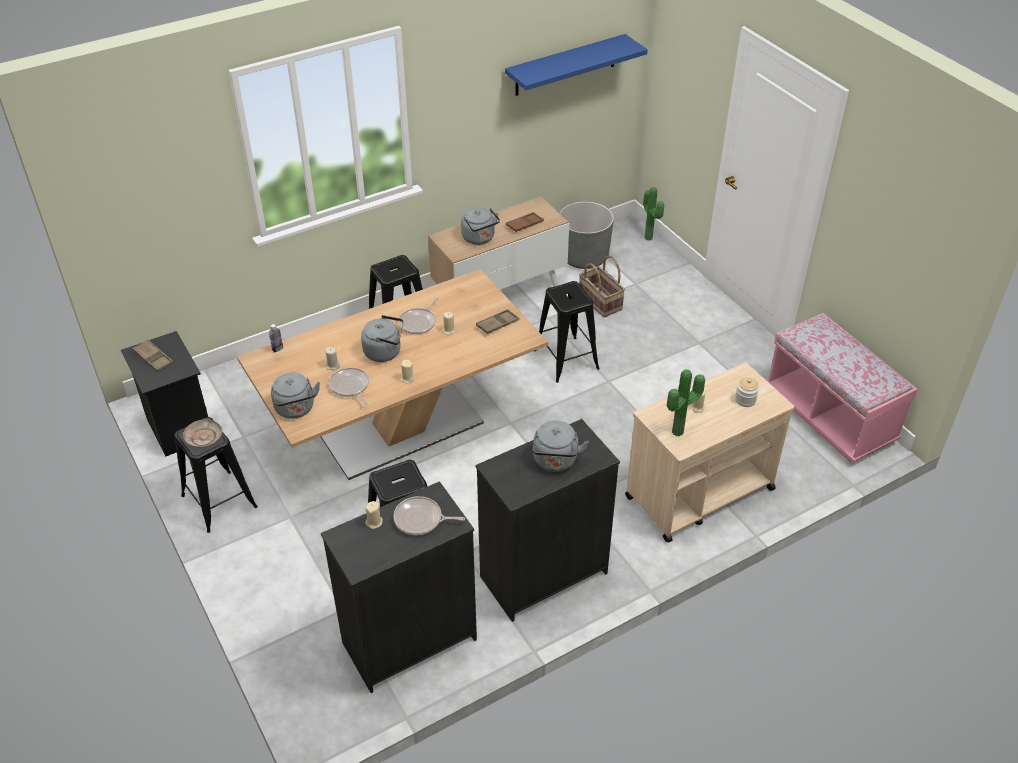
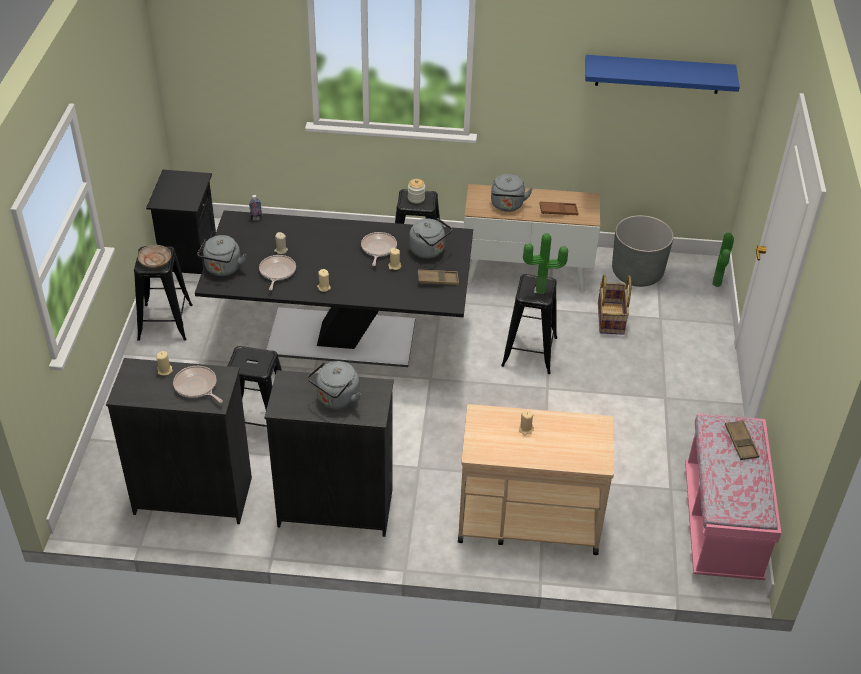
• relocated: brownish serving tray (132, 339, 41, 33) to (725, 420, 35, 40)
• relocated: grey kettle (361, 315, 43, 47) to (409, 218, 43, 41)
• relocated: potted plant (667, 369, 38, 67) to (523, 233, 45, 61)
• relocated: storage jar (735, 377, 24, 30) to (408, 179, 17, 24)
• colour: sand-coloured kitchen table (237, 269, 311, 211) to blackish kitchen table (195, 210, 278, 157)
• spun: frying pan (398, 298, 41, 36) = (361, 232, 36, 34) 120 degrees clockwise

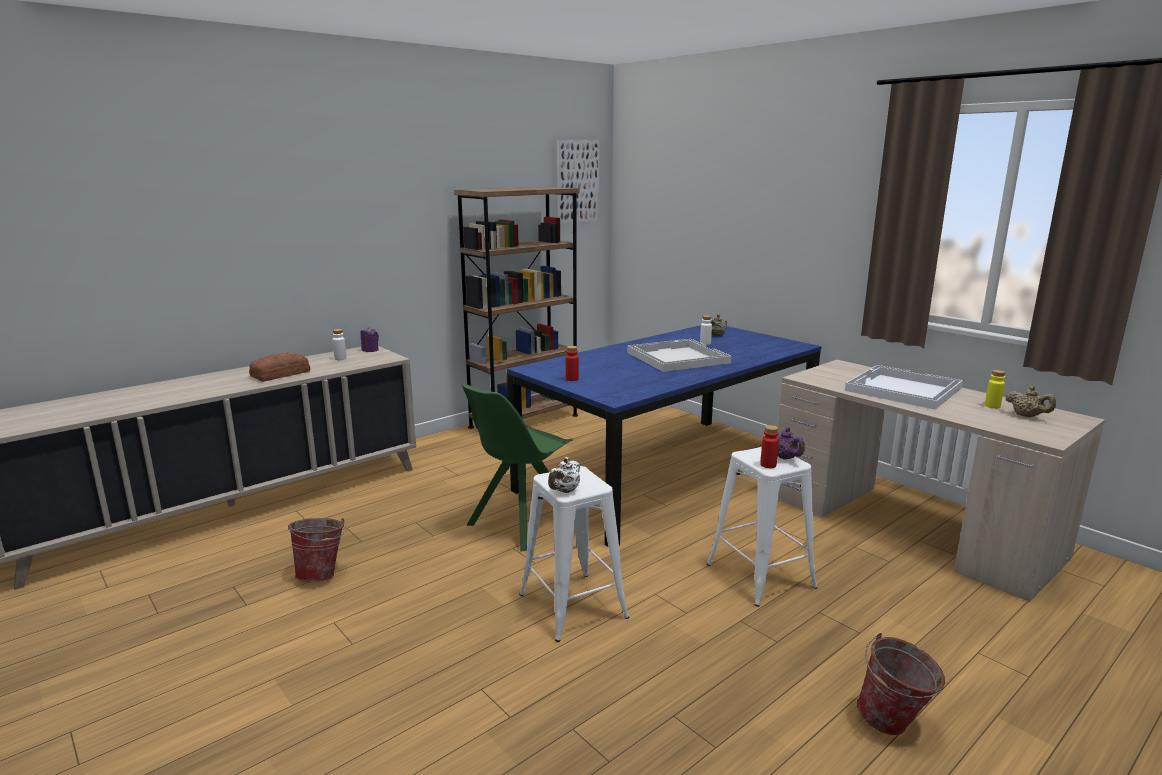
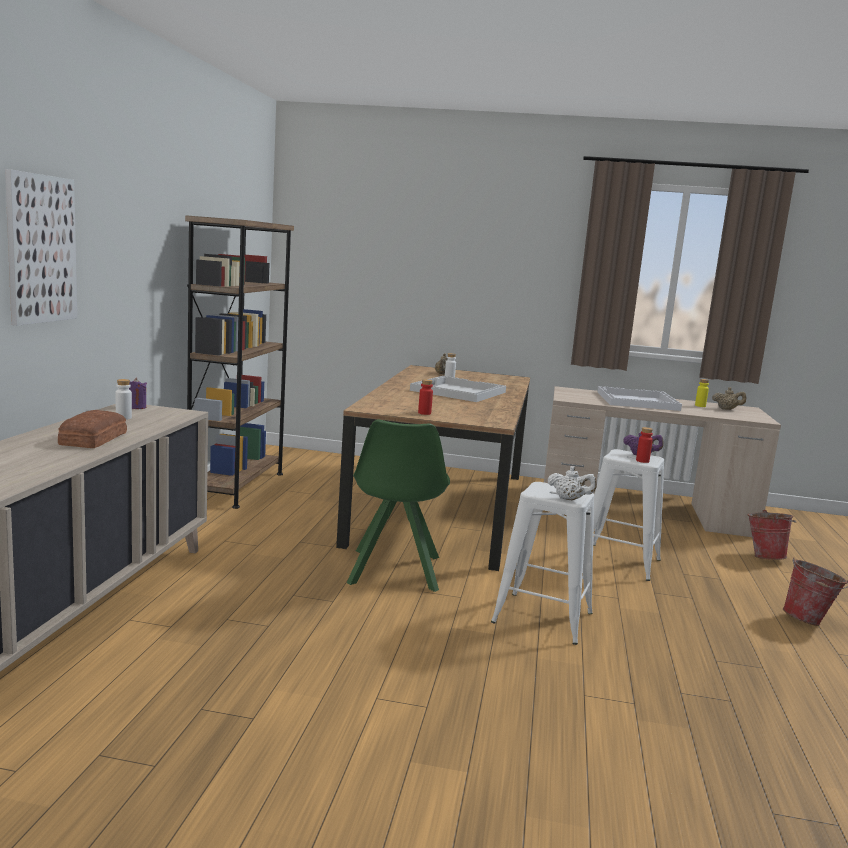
• relocated: water bucket (288, 518, 59, 64) to (747, 510, 49, 50)
• relocated: wall art (557, 140, 42, 84) to (5, 169, 72, 157)
• colour: blue kitchen table (507, 325, 315, 222) to brownish kitchen table (336, 365, 194, 206)
• spun: white-coloured teapot (548, 457, 32, 36) = (548, 466, 49, 34) 60 degrees counterclockwise

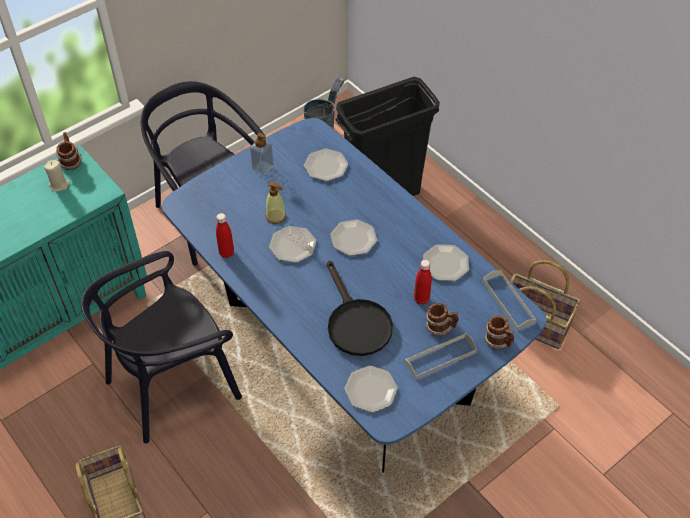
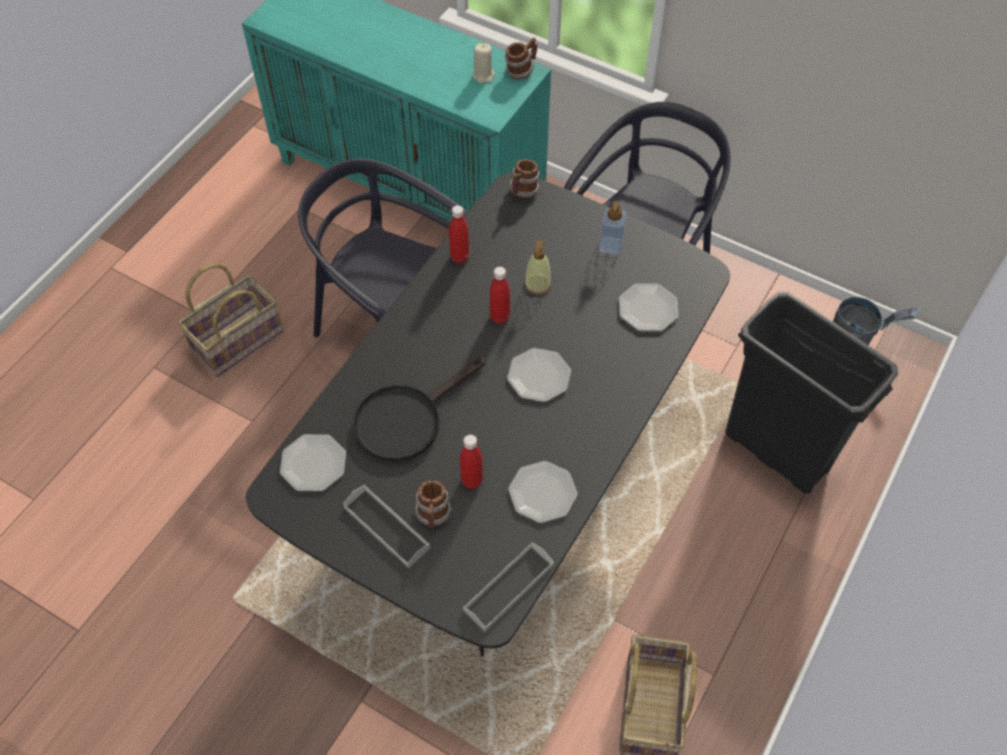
• relocated: tea mug (485, 315, 29, 35) to (509, 159, 31, 40)
• exchanged: plate (269, 226, 47, 37) to red-coloured bottle (490, 267, 20, 57)
• colour: blue kitchen table (161, 118, 385, 355) to blackish kitchen table (246, 173, 484, 484)

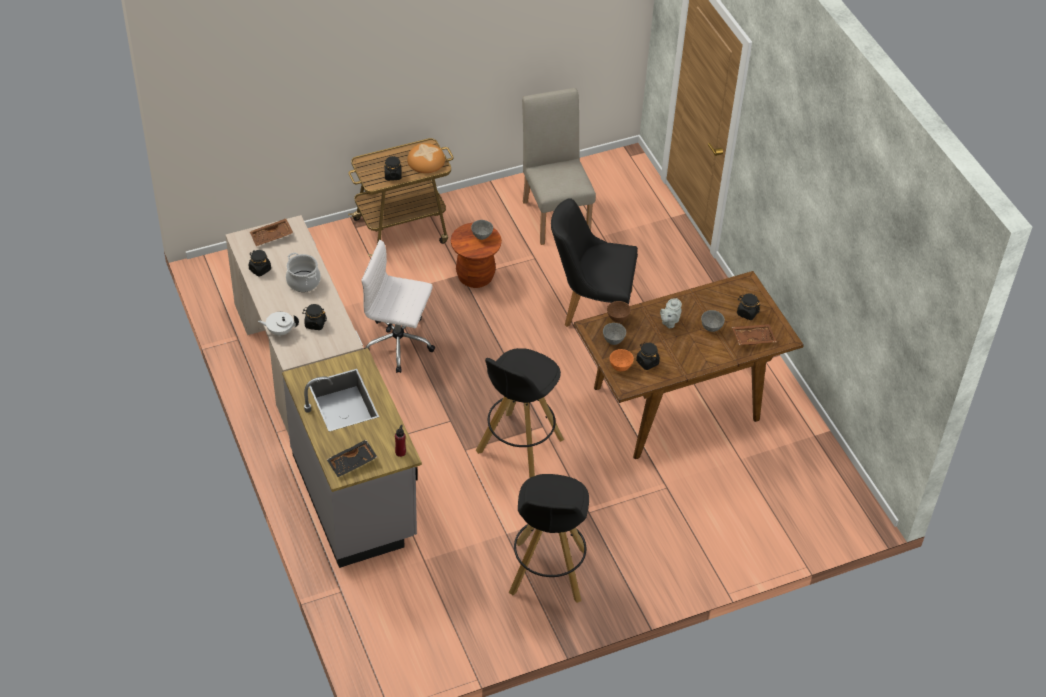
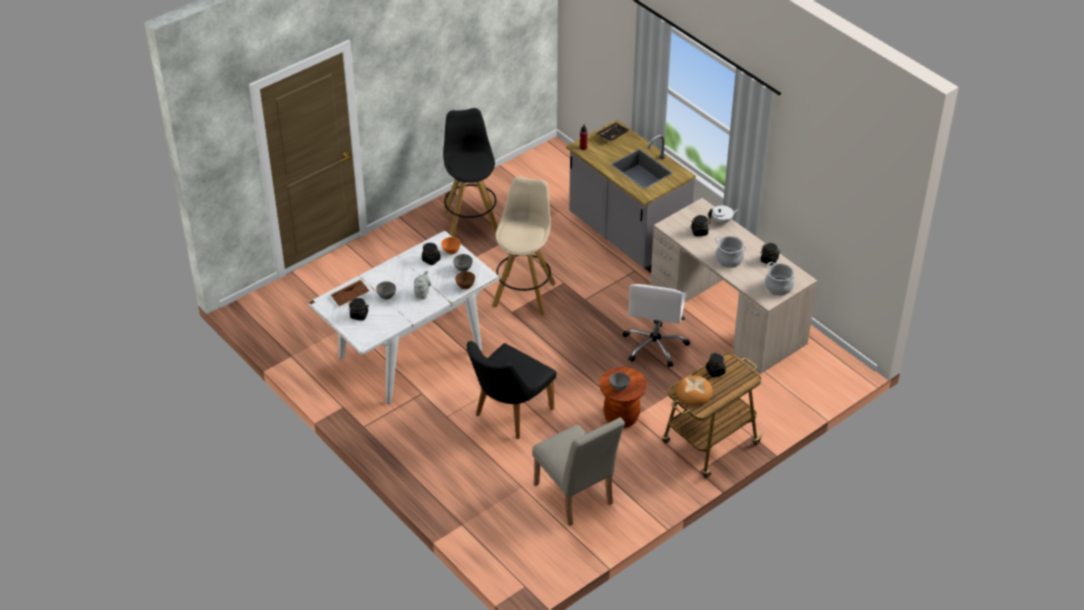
• exchanged: brownish serving tray (250, 218, 43, 28) to saucepot (765, 262, 30, 33)
• colour: blackish sitting stool (476, 348, 88, 130) to sand-coloured sitting stool (492, 176, 64, 140)
• colour: brownish kitchen table (574, 271, 230, 188) to white-coloured kitchen table (308, 231, 192, 173)
• spun: white-coloured desk chair (361, 240, 74, 133) = (622, 284, 68, 83) 105 degrees clockwise
• spun: blackish plain chair (551, 198, 87, 129) = (467, 341, 90, 98) 135 degrees clockwise

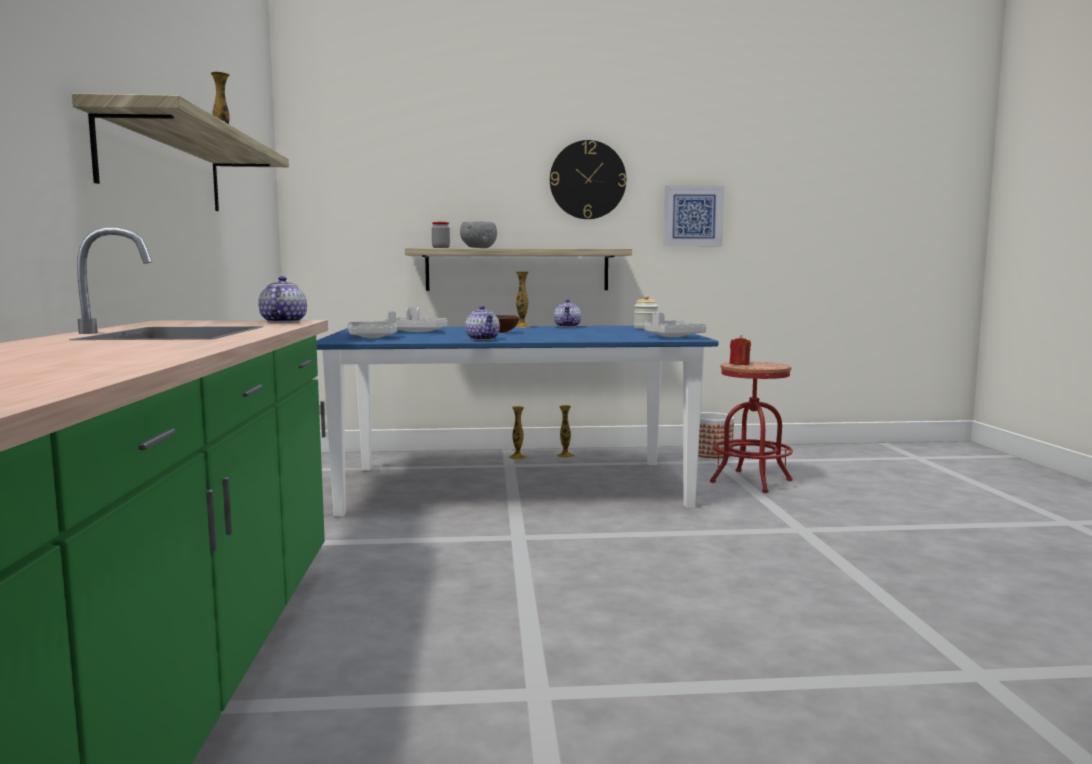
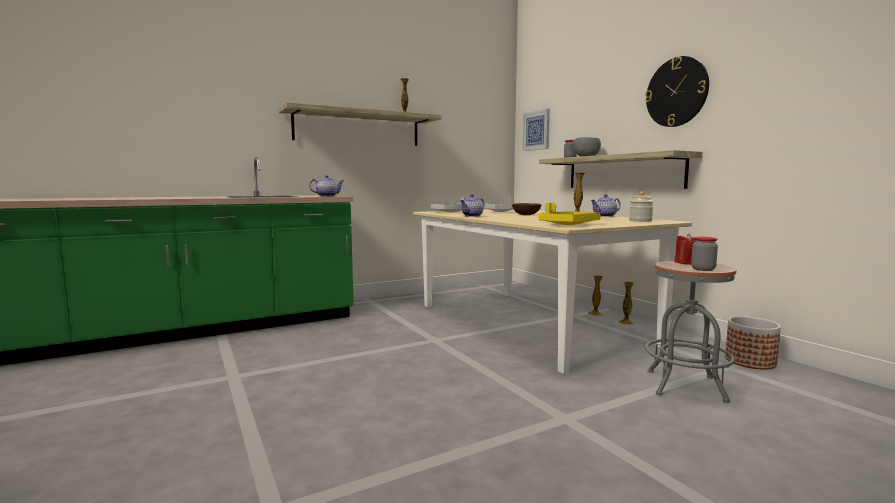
• appeared: storage jar (691, 237, 27, 34)
• relocated: wall art (663, 185, 61, 61) to (522, 109, 28, 42)
• colour: blue kitchen table (316, 326, 402, 191) to sand-coloured kitchen table (413, 209, 279, 165)
• colour: grey serving tray (645, 312, 61, 25) to yellowish serving tray (538, 203, 63, 22)
• colour: red-coloured sitting stool (710, 362, 83, 131) to grey sitting stool (645, 261, 92, 142)

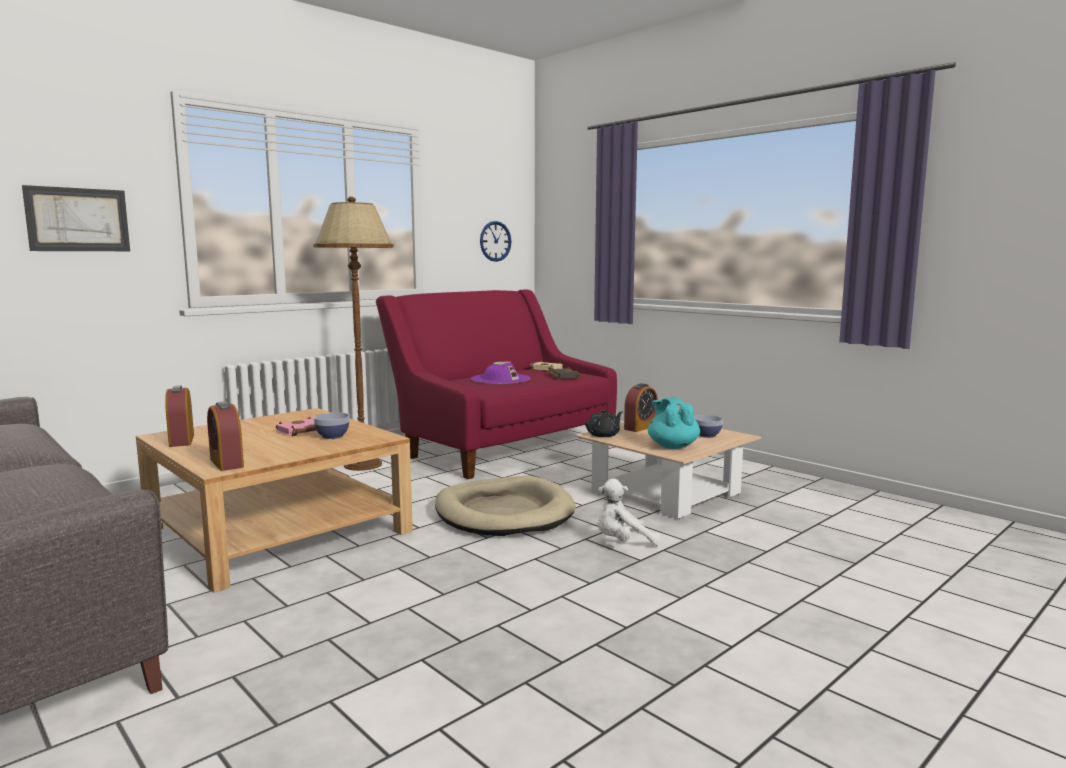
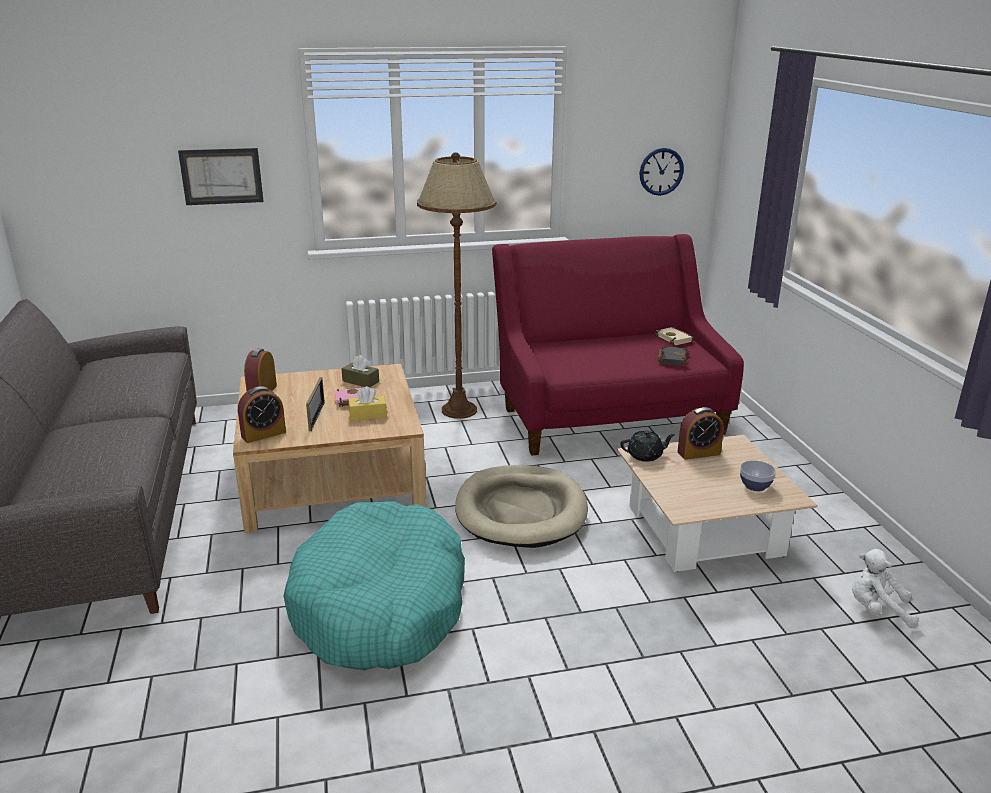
• missing: purple-coloured wearable hat (471, 362, 59, 22)
• missing: turquoise-coloured teapot (648, 397, 52, 52)
• appeared: turquoise-coloured pet bed (283, 502, 182, 168)
• appeared: photo frame (306, 377, 19, 54)
• appeared: brownish tissue holder (341, 355, 38, 32)
• relocated: white-coloured soft toy (597, 479, 64, 67) to (852, 549, 67, 79)
• exchanged: deep dish (314, 412, 36, 27) to yellowish tissue holder (348, 386, 39, 35)
• spun: bedside clock (207, 401, 37, 70) = (238, 386, 48, 57) 120 degrees counterclockwise

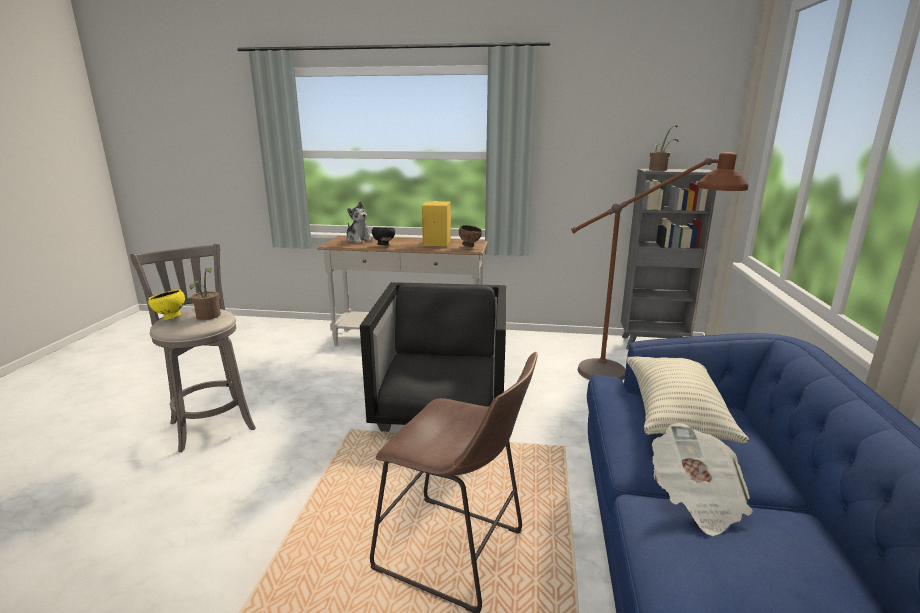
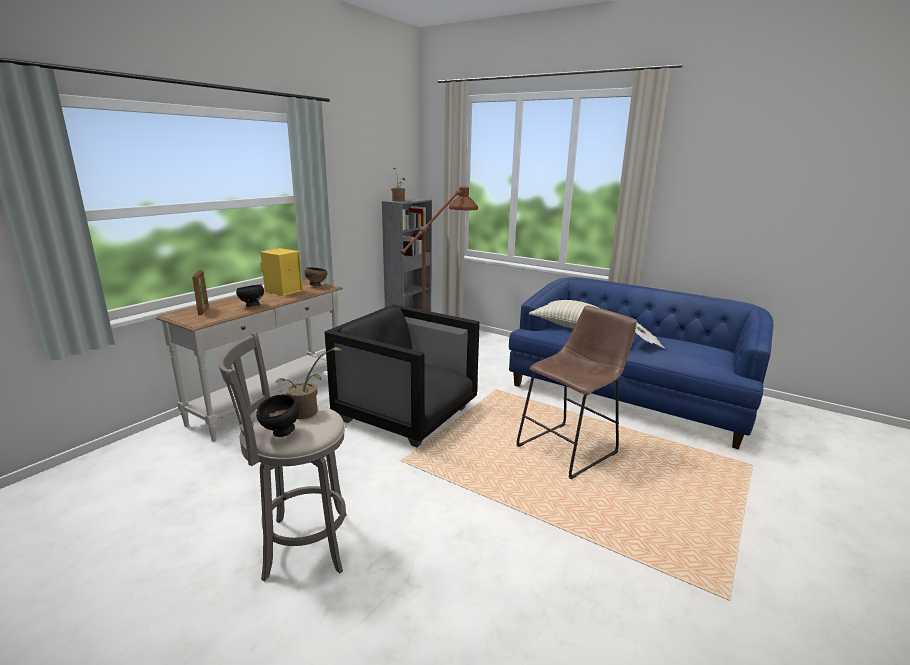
• exchanged: soft toy (346, 202, 27, 42) to photo frame (192, 270, 17, 45)
• colour: yellowish deep dish (148, 289, 37, 31) to blackish deep dish (256, 394, 43, 43)

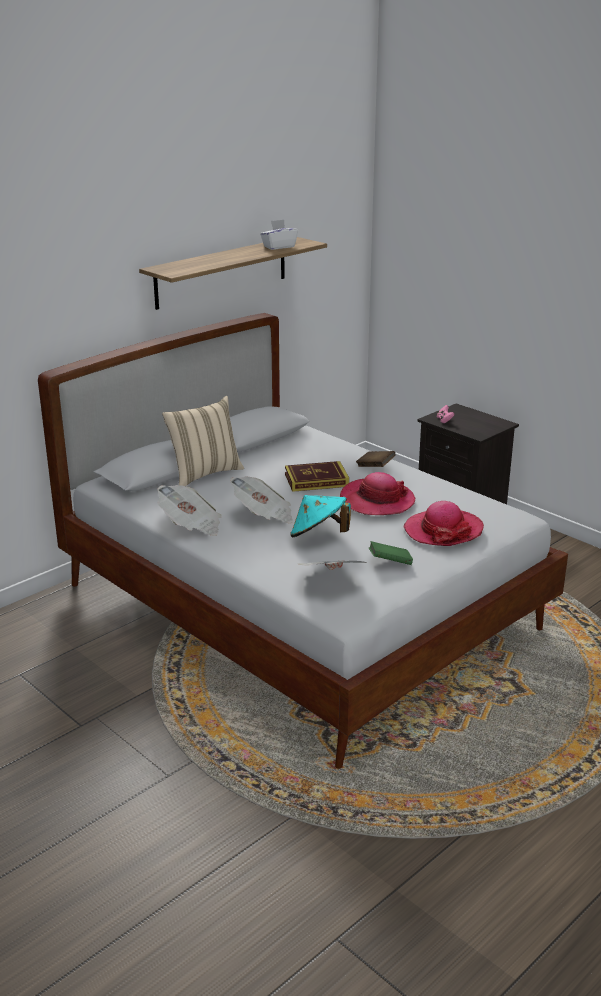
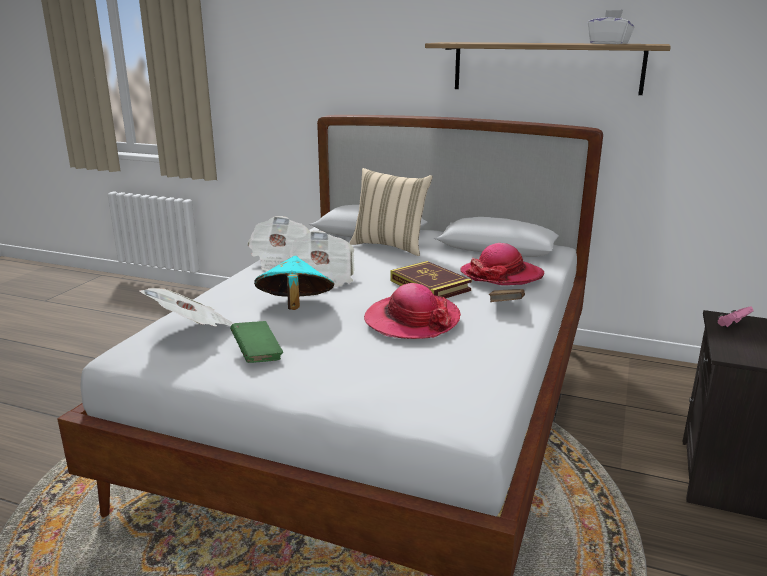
• relocated: wearable hat (404, 501, 80, 45) to (461, 243, 83, 42)

